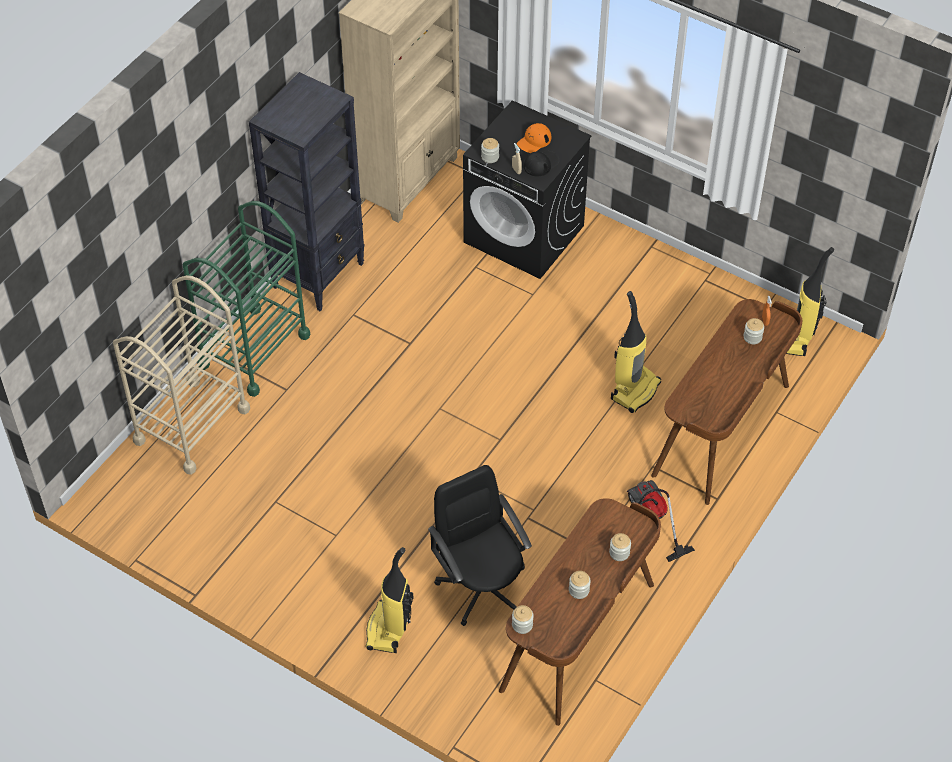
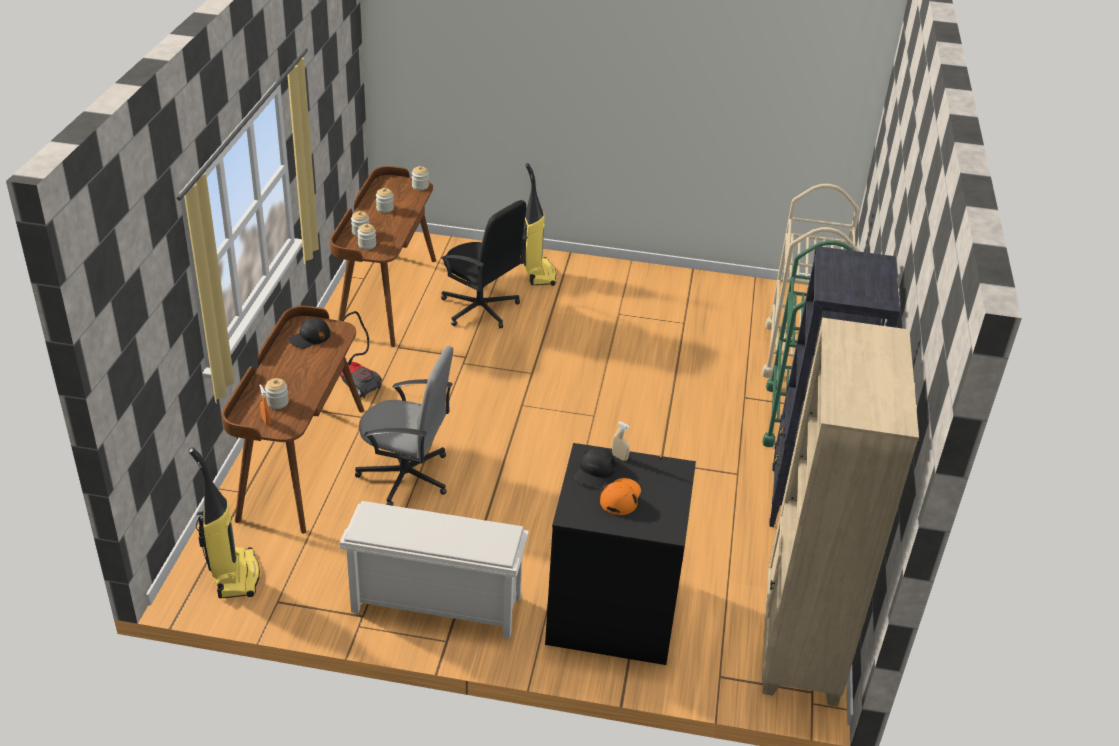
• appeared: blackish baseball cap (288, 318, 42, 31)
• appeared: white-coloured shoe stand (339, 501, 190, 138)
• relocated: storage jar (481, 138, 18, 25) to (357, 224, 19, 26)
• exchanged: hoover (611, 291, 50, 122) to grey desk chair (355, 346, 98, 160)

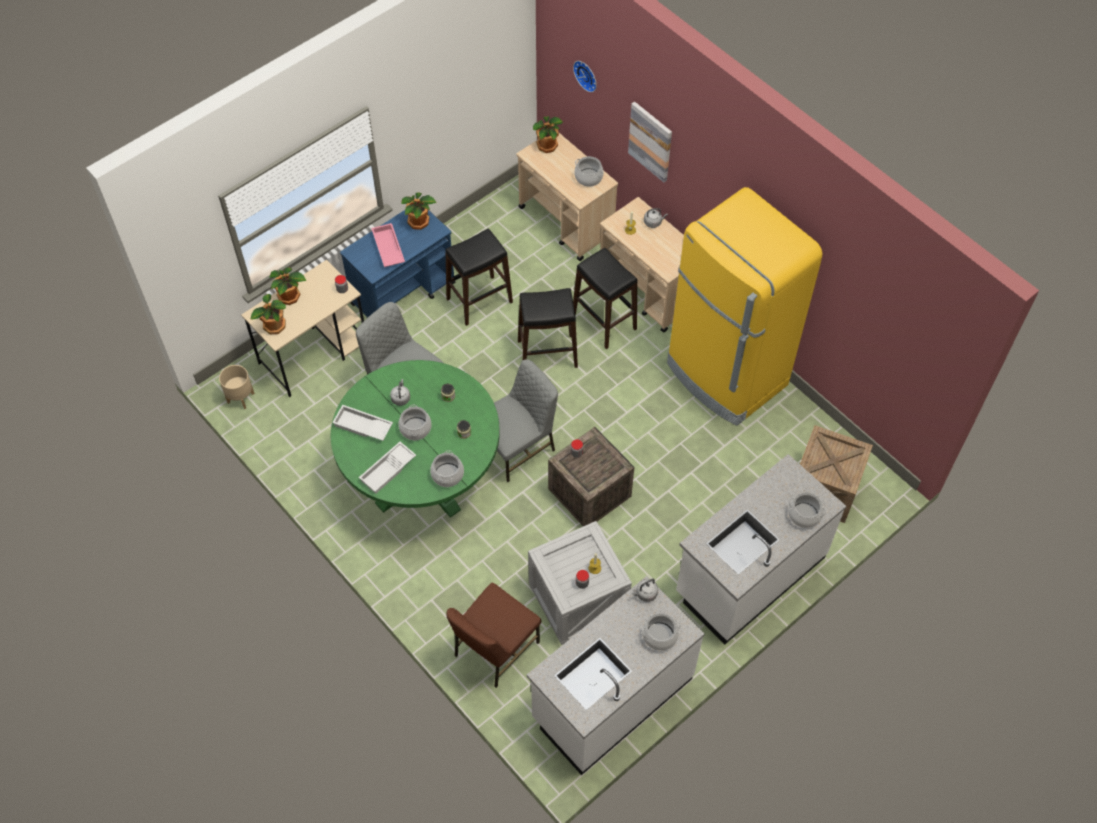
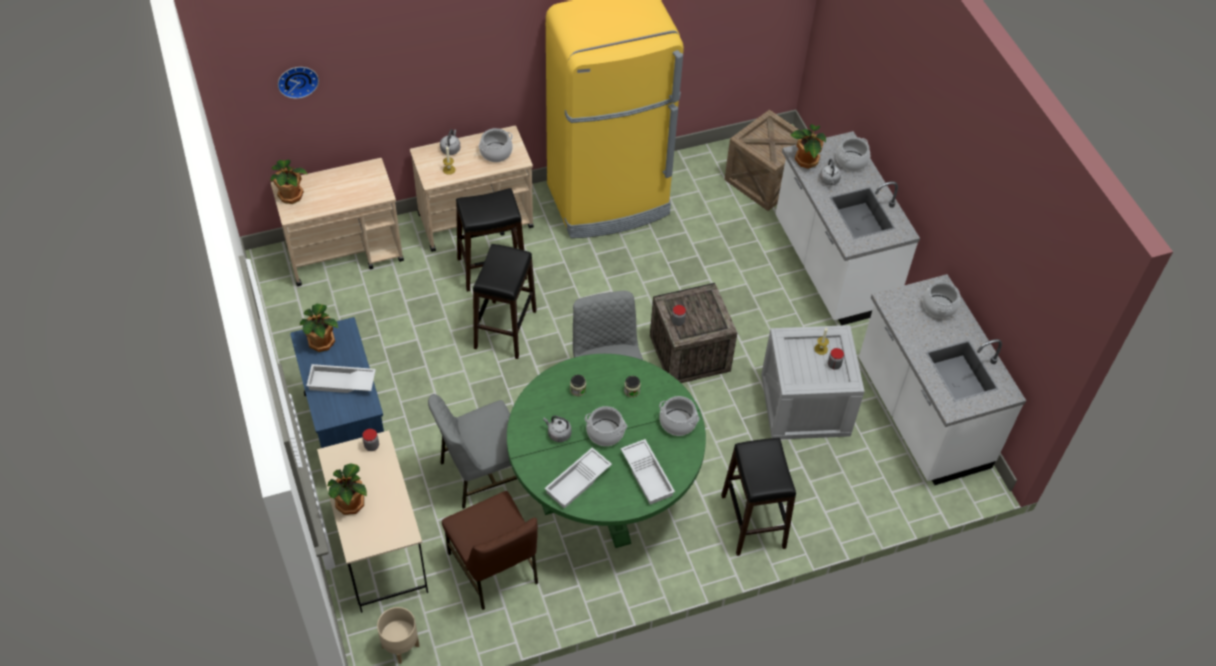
• missing: wall art (628, 102, 44, 81)
• relocated: potted plant (250, 294, 36, 40) to (790, 124, 36, 45)
• relocated: blackish sitting stool (445, 229, 68, 97) to (721, 438, 75, 118)
• relocated: brownish plain chair (446, 583, 95, 105) to (442, 491, 96, 119)
• relocated: saucepot (574, 156, 30, 31) to (478, 128, 35, 34)
• relocated: grey kettle (632, 579, 26, 23) to (820, 159, 21, 26)
• colour: pink serving tray (371, 223, 34, 44) to white-coloured serving tray (306, 364, 70, 29)

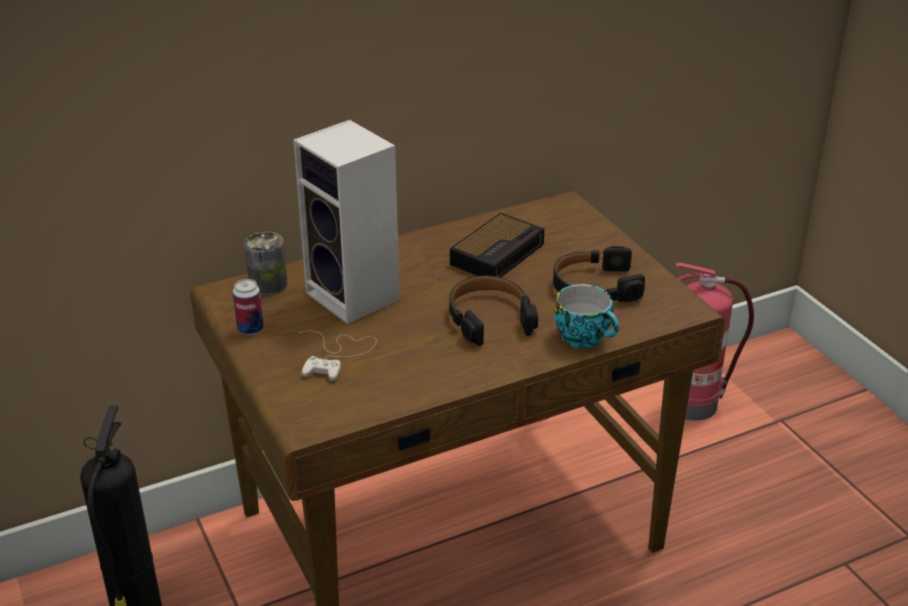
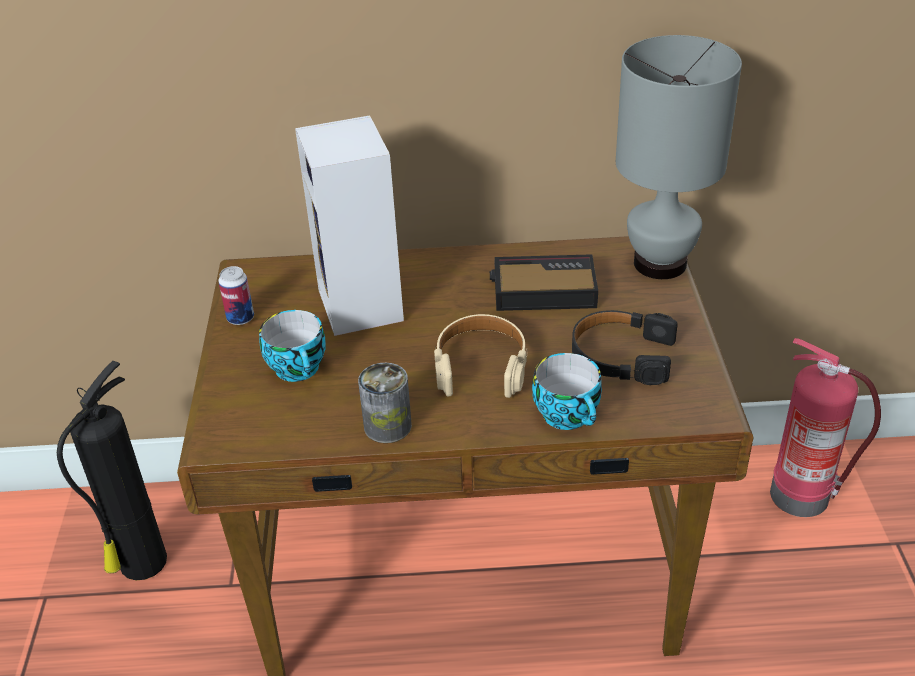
• appeared: grey table lamp (616, 35, 126, 244)
• relocated: can (244, 232, 43, 64) to (358, 363, 54, 80)
• exchanged: white-coloured joypad (299, 331, 78, 50) to small cup (259, 310, 67, 72)
• colour: blackish headset (449, 275, 89, 71) to sand-coloured headset (434, 314, 93, 84)
• spun: bedside clock (450, 213, 95, 64) = (490, 254, 108, 57) 150 degrees counterclockwise

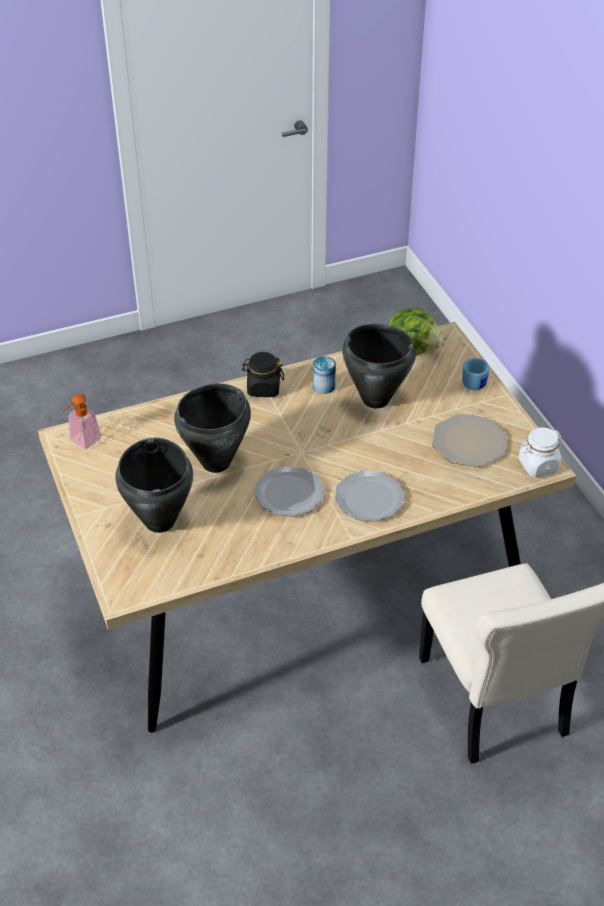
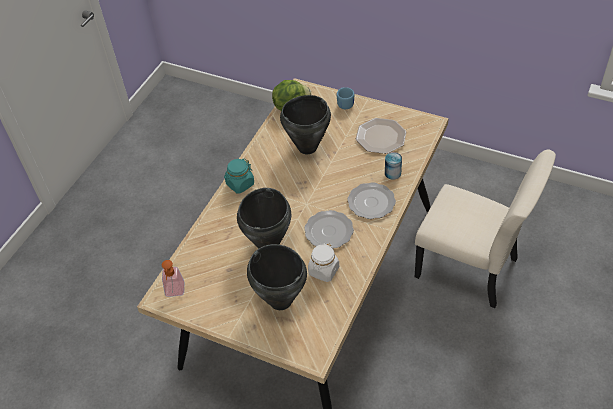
• relocated: can (313, 356, 23, 38) to (385, 152, 17, 28)
• relocated: white-coloured storage jar (518, 427, 45, 50) to (308, 243, 31, 39)
• colour: blackish storage jar (242, 352, 42, 45) to turquoise-coloured storage jar (224, 158, 30, 35)

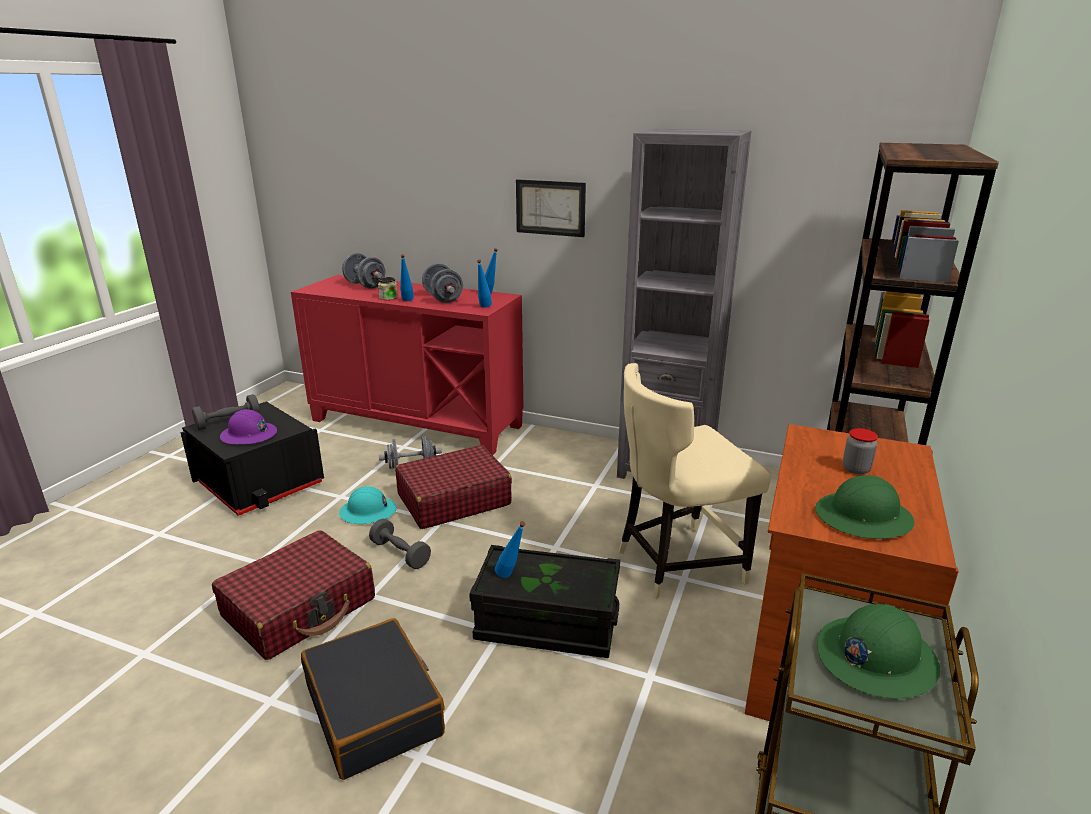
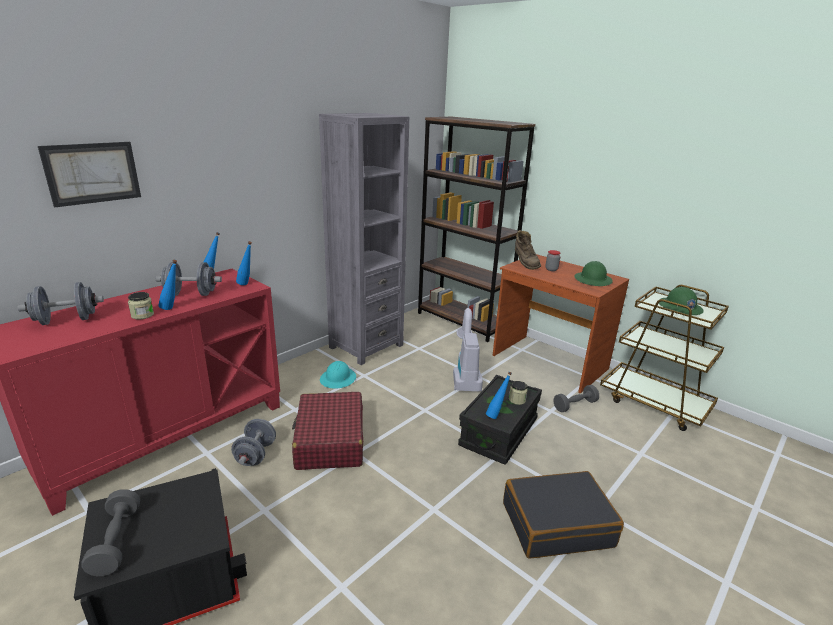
• missing: red-coloured suitcase (212, 530, 163, 130)
• missing: purple-coloured hard hat (220, 409, 57, 36)
• appeared: storage jar (509, 381, 19, 24)
• appeared: brownish boot (515, 230, 26, 40)
• relocated: turquoise-coloured hard hat (339, 486, 58, 38) to (320, 361, 36, 28)
• relocated: grey free weight (369, 519, 62, 50) to (554, 385, 45, 27)
• relocated: wall art (516, 179, 70, 58) to (38, 142, 103, 65)
• exchanged: sand-coloured plain chair (619, 363, 151, 236) to hoover (453, 308, 30, 83)

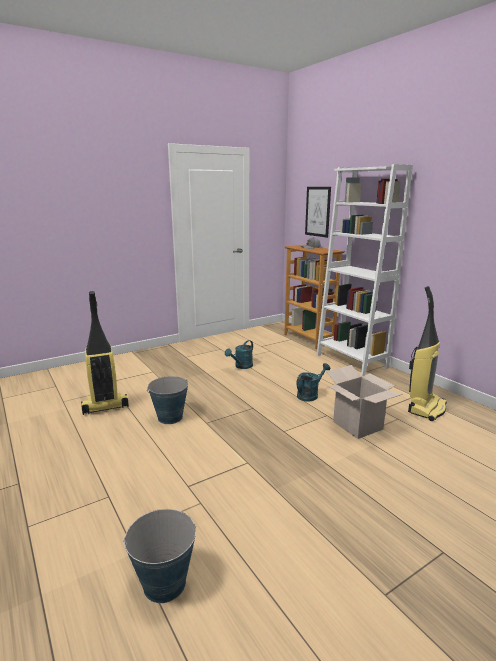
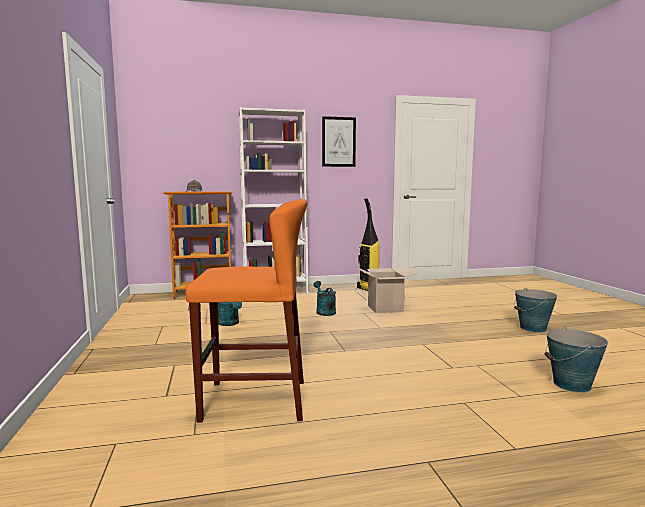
• relocated: water bucket (147, 376, 41, 48) to (514, 288, 43, 44)
• relocated: wall art (305, 187, 26, 51) to (322, 116, 34, 51)
• exchanged: hoover (81, 291, 48, 124) to orangey sitting stool (186, 199, 121, 224)

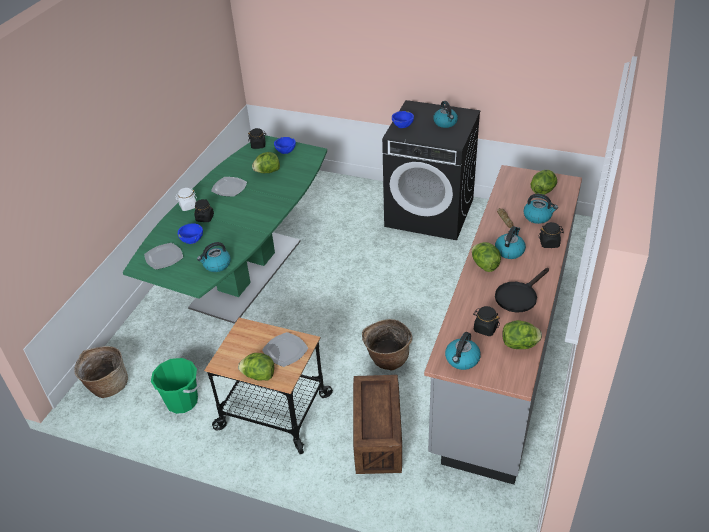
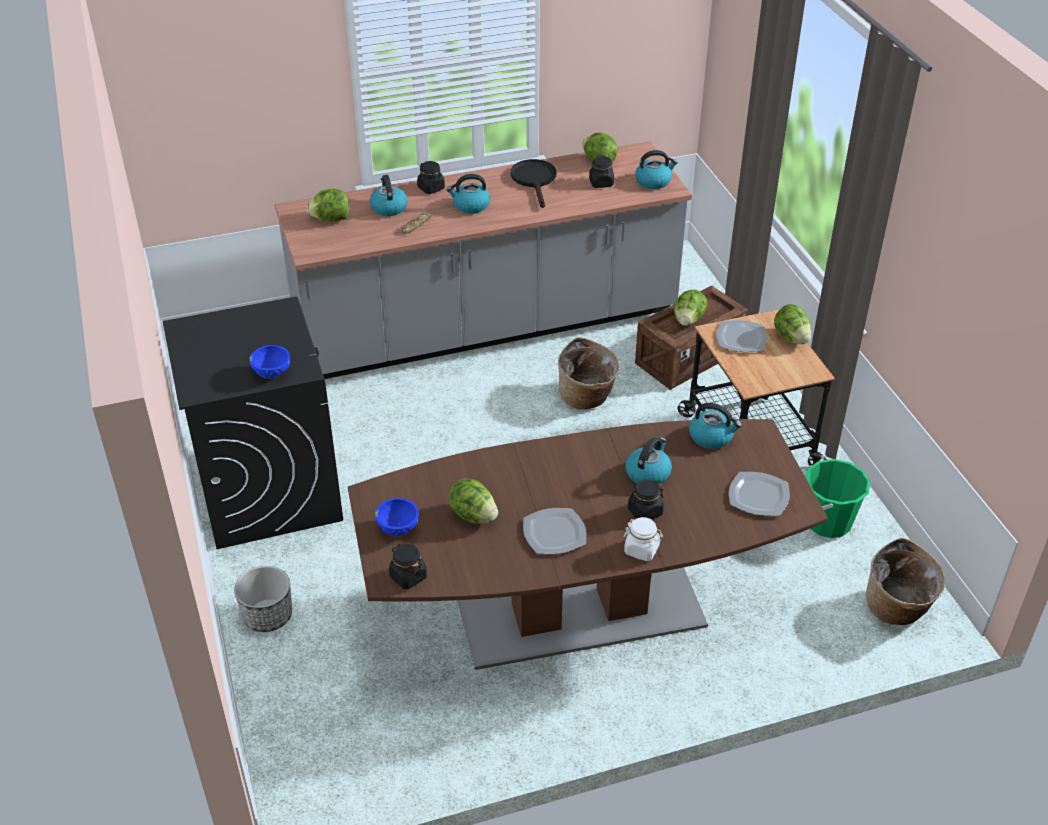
• missing: blue deep dish (178, 223, 25, 21)
• appeared: flower pot (234, 566, 58, 66)
• relocated: kettle (433, 101, 25, 27) to (625, 437, 47, 47)
• relocated: head of lettuce (471, 242, 30, 30) to (674, 290, 33, 36)
• colour: green kitchen table (123, 135, 204, 189) to brownish kitchen table (348, 419, 480, 251)
• spun: blackish frying pan (495, 268, 54, 44) = (511, 159, 45, 49) 105 degrees counterclockwise

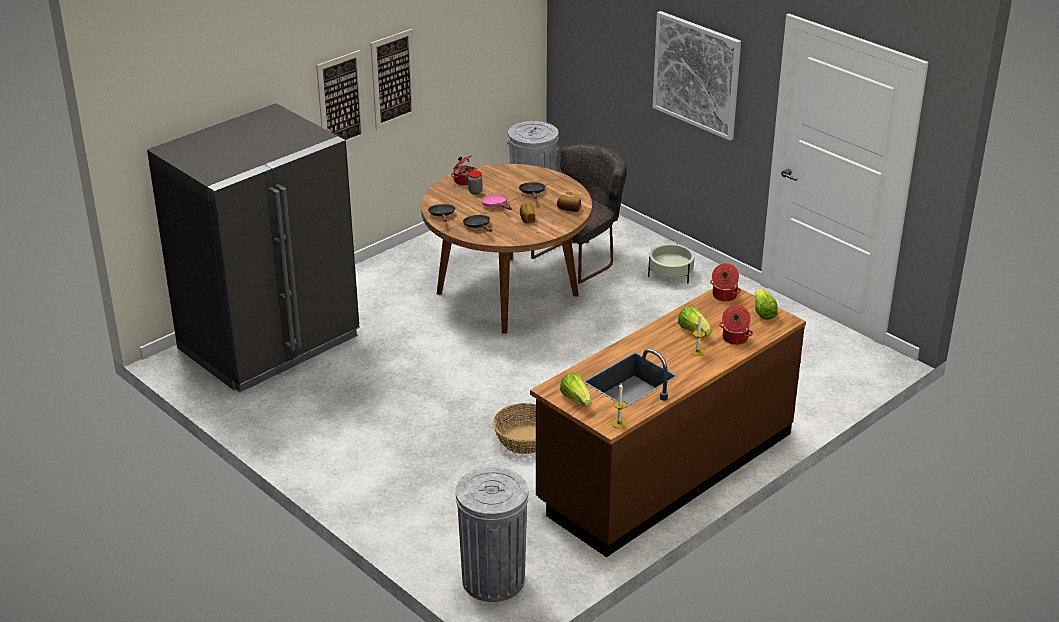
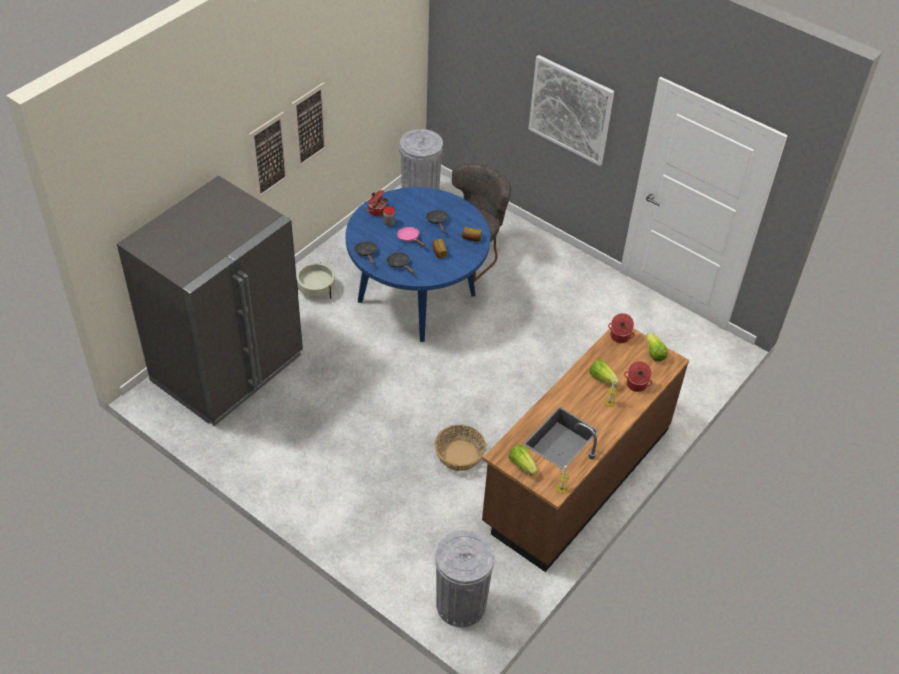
• relocated: sand-coloured flower pot (648, 244, 47, 39) to (296, 262, 39, 37)
• colour: brownish kitchen table (421, 164, 171, 169) to blue kitchen table (346, 187, 144, 155)

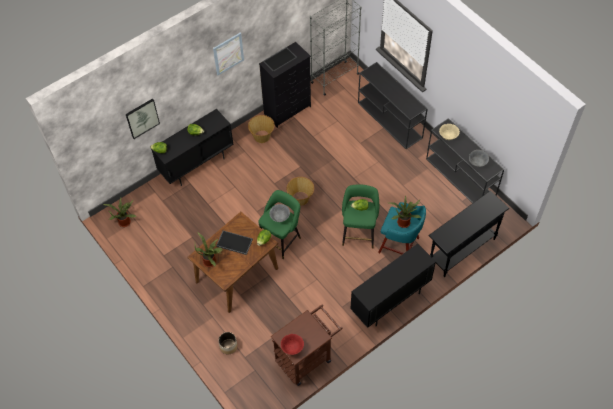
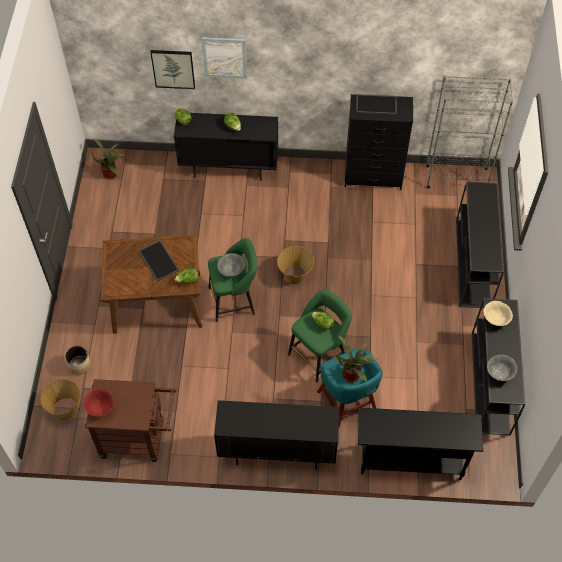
• missing: potted plant (195, 232, 28, 35)
• relocated: wall art (213, 33, 31, 42) to (201, 37, 46, 42)
• relocated: household basket (248, 115, 27, 28) to (40, 379, 41, 41)

